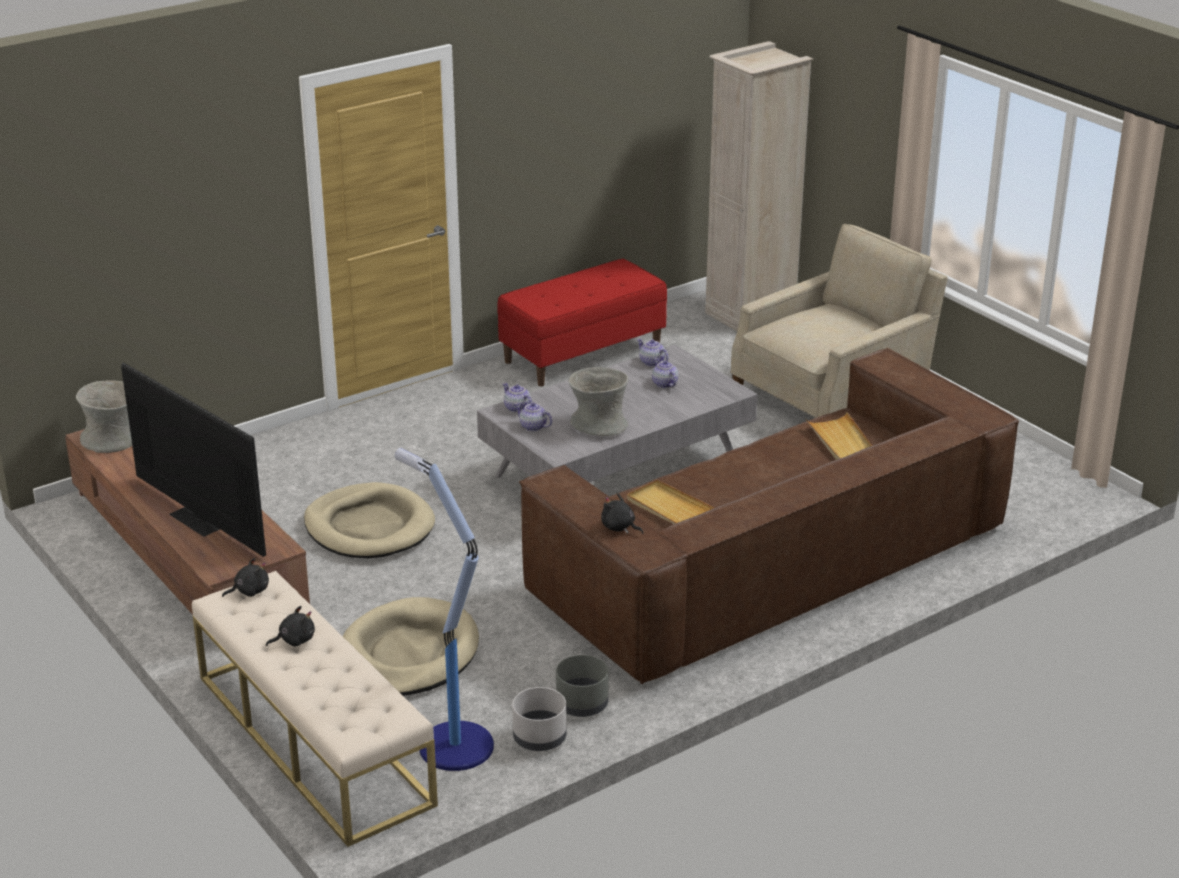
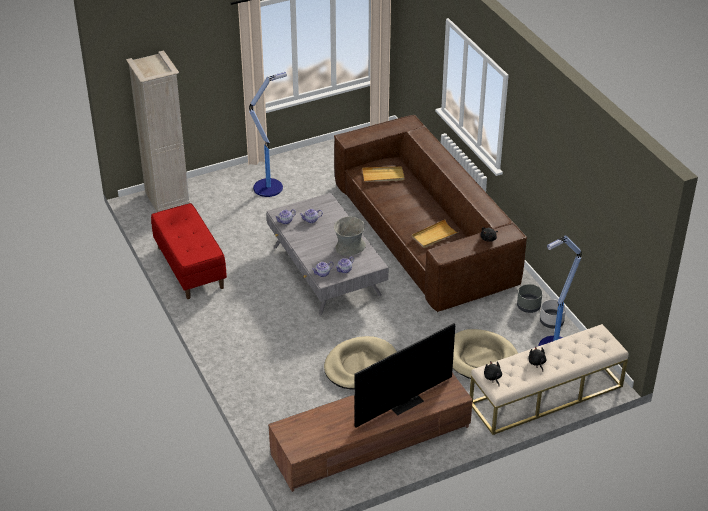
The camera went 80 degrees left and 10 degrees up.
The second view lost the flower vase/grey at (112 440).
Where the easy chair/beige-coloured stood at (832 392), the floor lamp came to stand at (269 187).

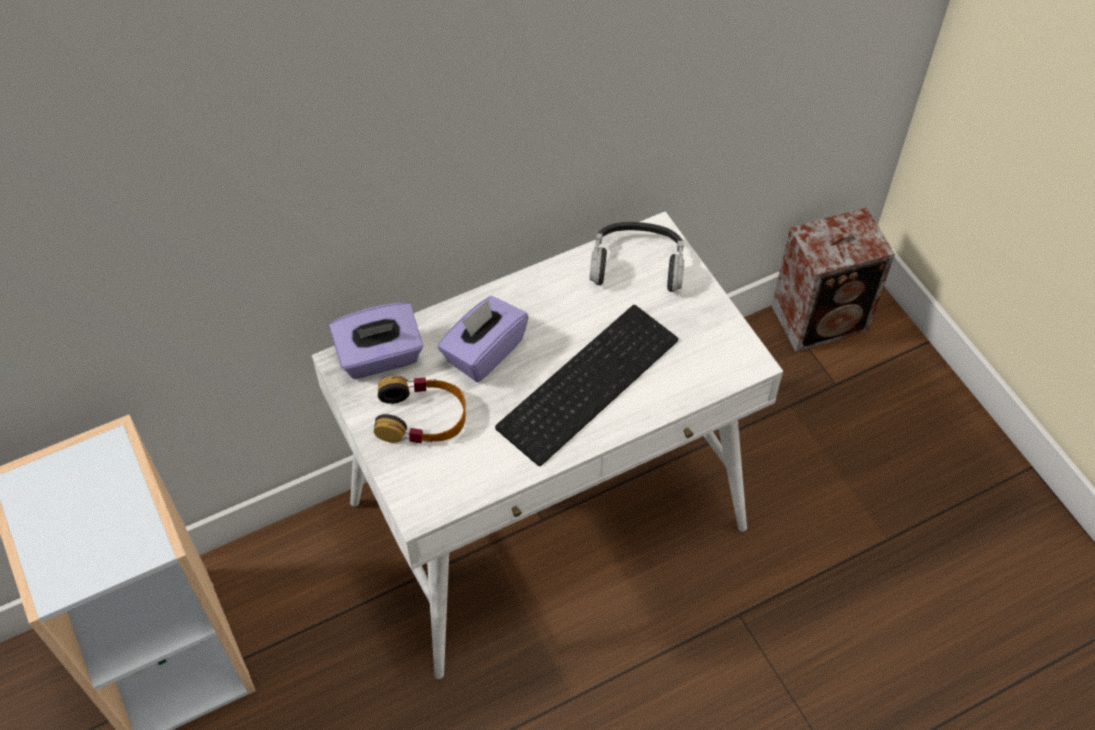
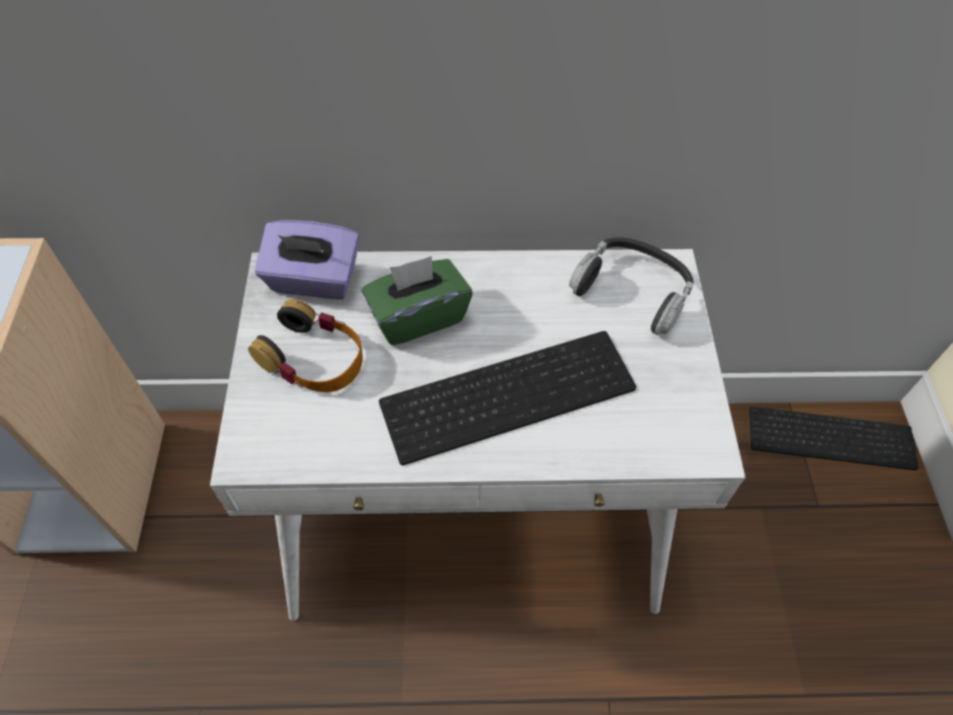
The camera went 25 degrees right and 0 degrees up.
Where the loudspeaker stood at (822 318), the computer keyboard came to stand at (832 436).
What was the tissue box/purplish at (483 352) turned into the tissue box/greenish at (418 317).

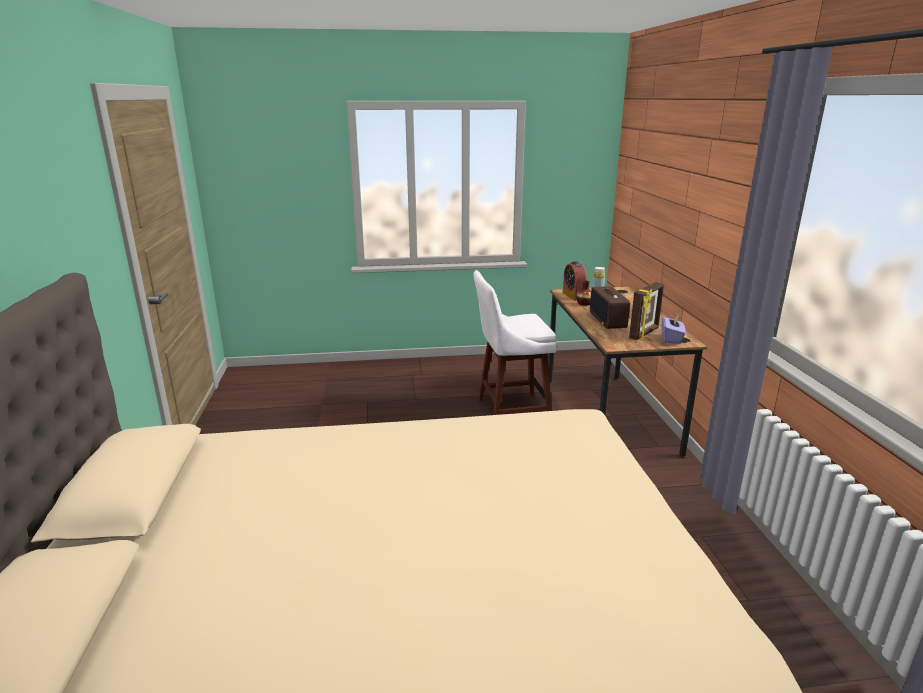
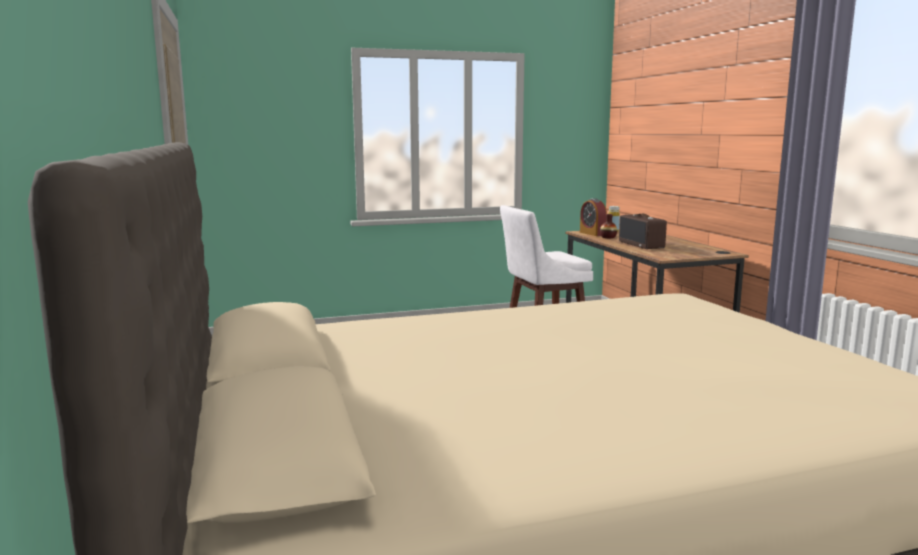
The camera went 10 degrees left and 10 degrees down.
The second view lost the photo frame at (644 333).
The second view lost the tissue box/purplish at (671 339).

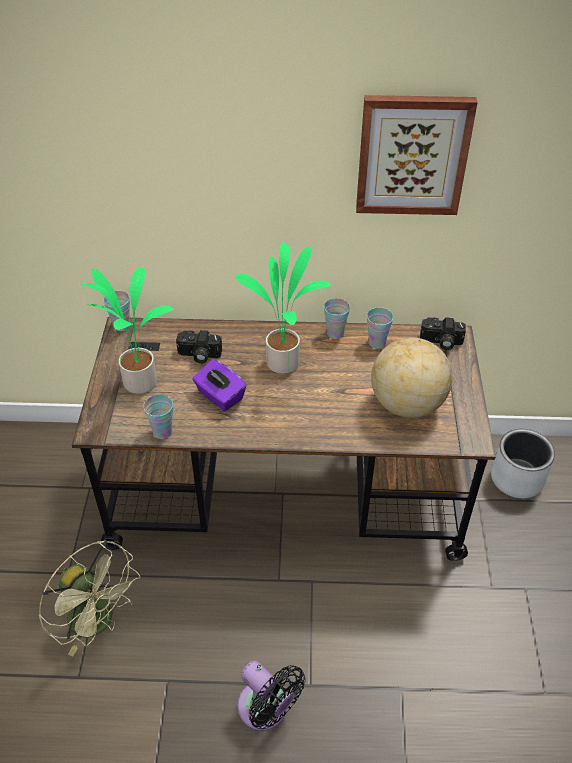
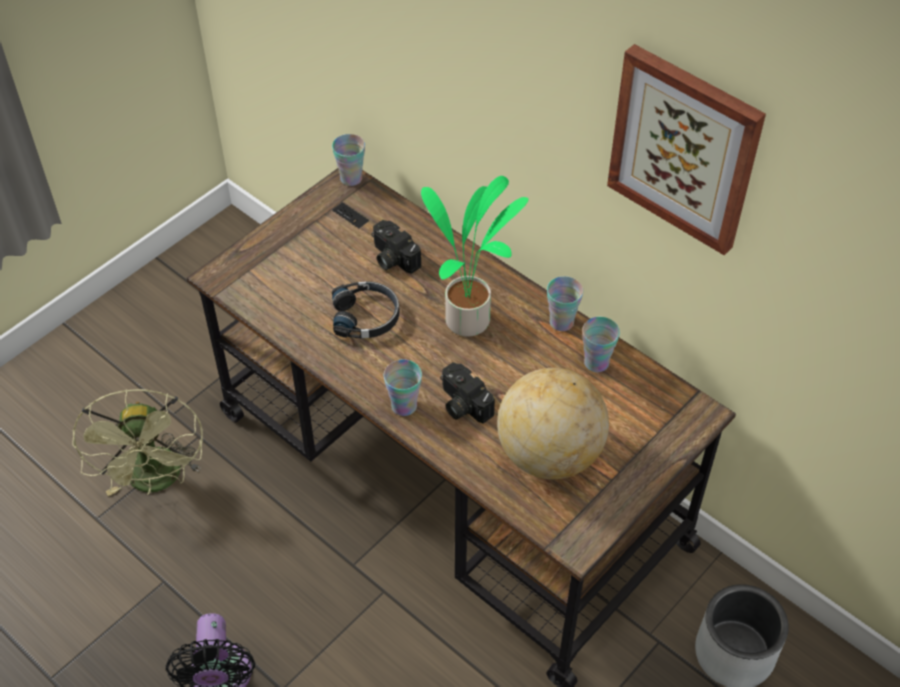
The camera went 40 degrees right and 5 degrees up.
The second view lost the potted plant at (139 381).
The small cup ended up elsewhere, having gone from (162 431) to (404 406).
The still camera ended up elsewhere, having gone from (441 342) to (462 404).
Where the tissue box/purplish stood at (220 396), the pair of headphones/blackish came to stand at (366 316).

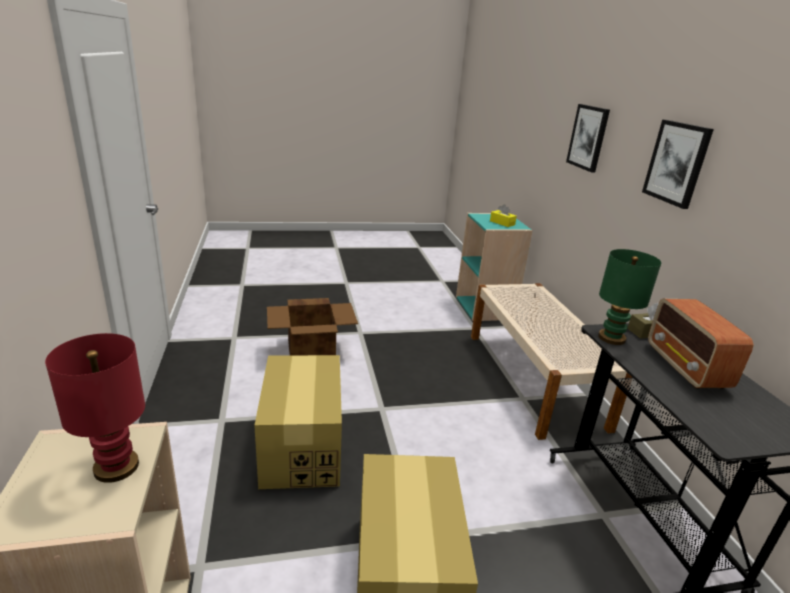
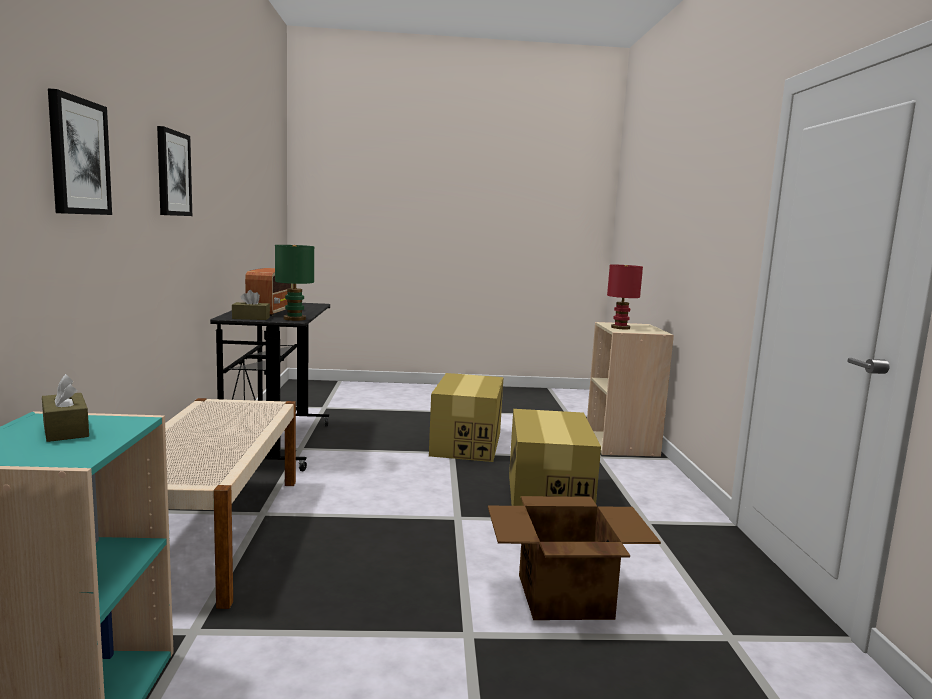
The camera went 170 degrees left and 15 degrees down.
What was the tissue box/yellow at (502 223) turned into the tissue box/brown-coloured at (65 430).

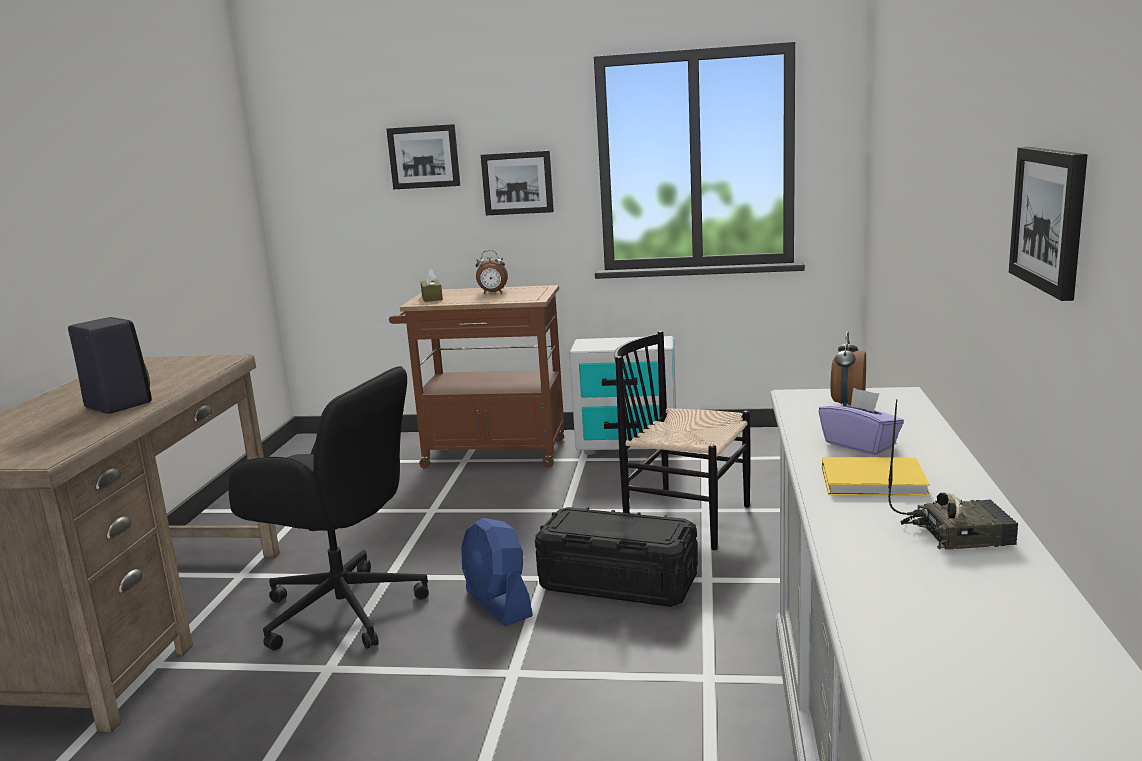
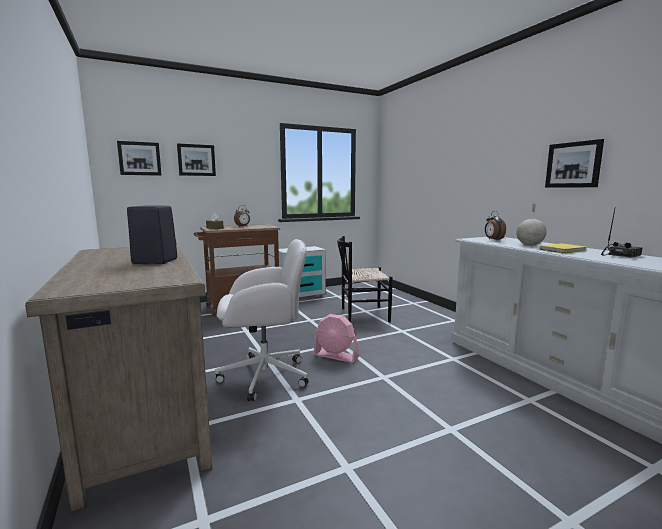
The camera went 35 degrees left and 5 degrees down.
The second view lost the storage bin/blackish at (618 582).
The wall picture ended up elsewhere, having gone from (517 183) to (139 158).
Where the tissue box/purplish stood at (860 445), the desk globe came to stand at (529 245).
What was the office chair/blackish at (342 611) turned into the office chair/whitish at (265 376).
What was the electric fan/blue-coloured at (498 603) turned into the electric fan/pink at (336 356).

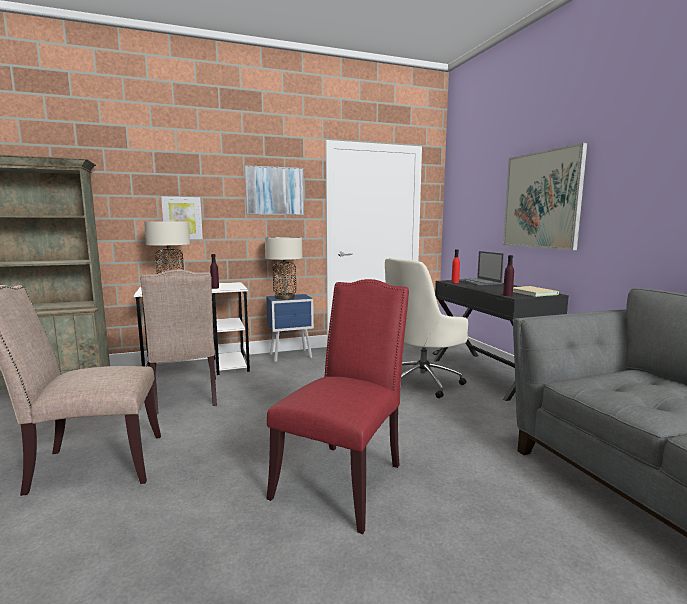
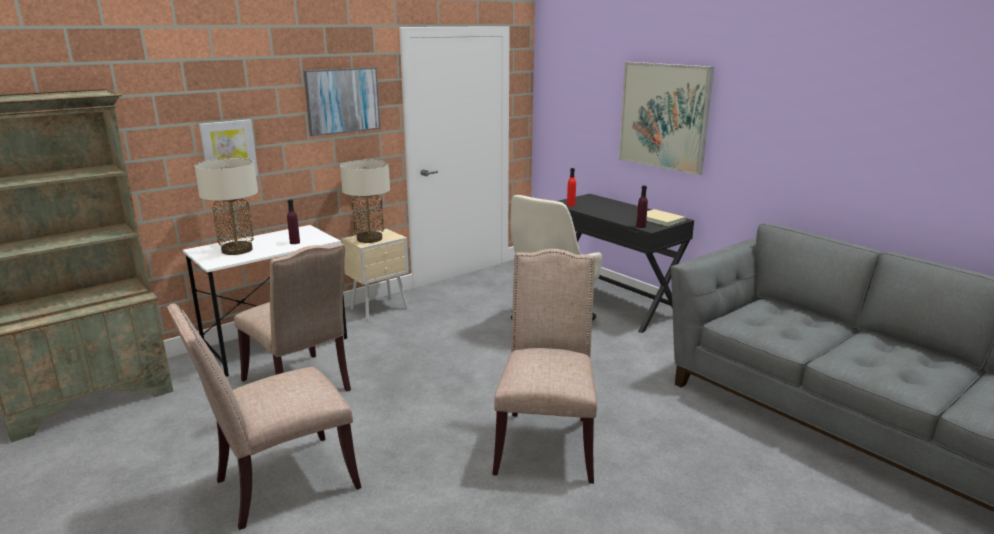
The camera went 20 degrees left and 10 degrees up.
The second view lost the laptop at (478 282).
What was the night table/blue-coloured at (291 356) turned into the night table/beige-coloured at (380 309).
What was the plain chair/reddish at (344 479) turned into the plain chair/beige-coloured at (546 442).

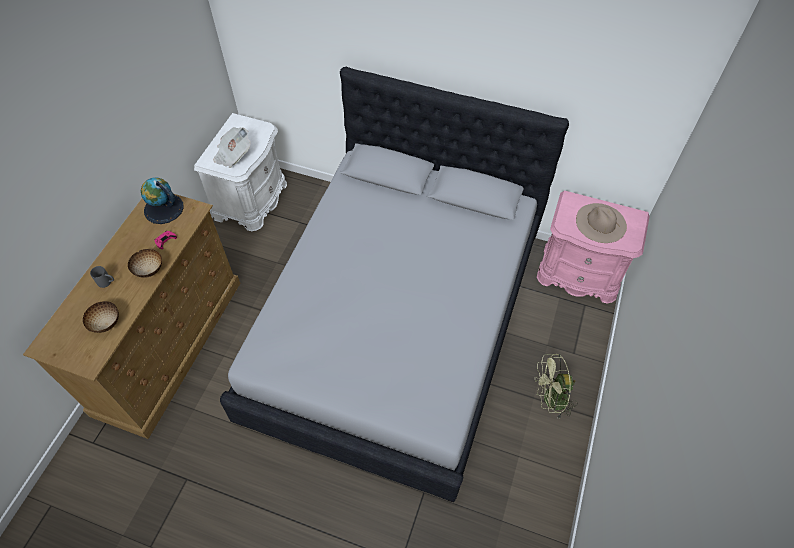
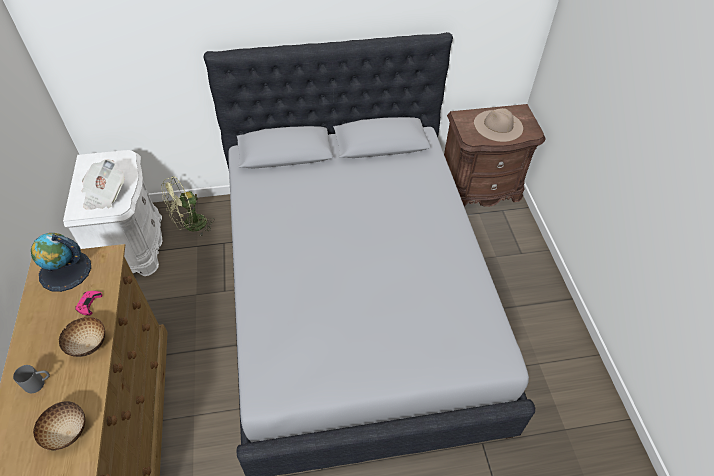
The camera went 30 degrees left and 5 degrees down.
The electric fan/greenish ended up elsewhere, having gone from (550 400) to (190 226).
What was the night table/pink at (579 275) turned into the night table/brown-coloured at (481 188).

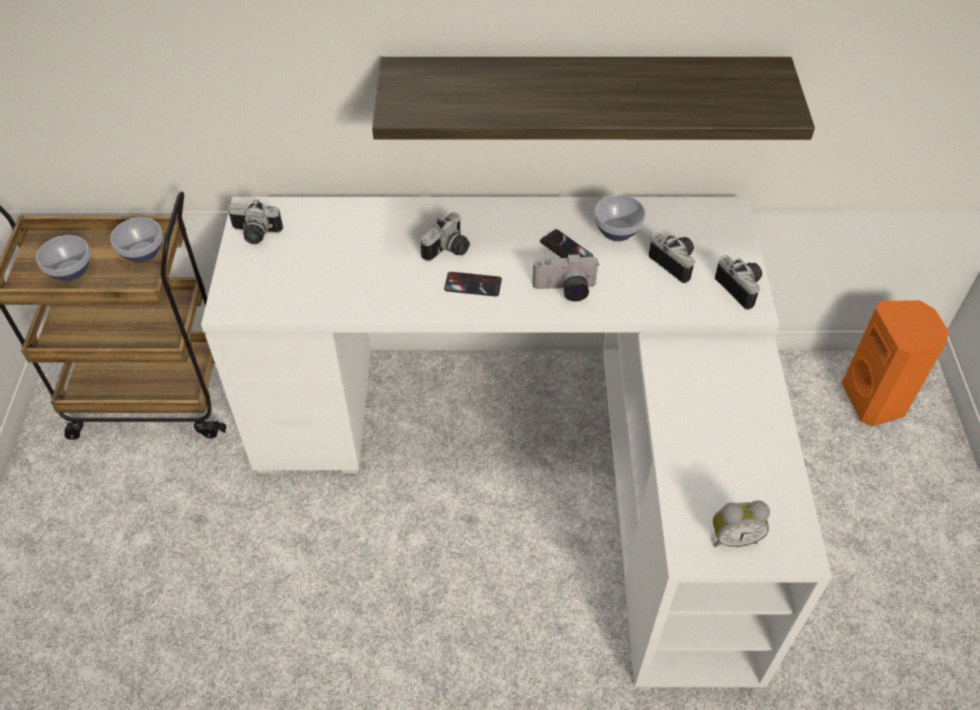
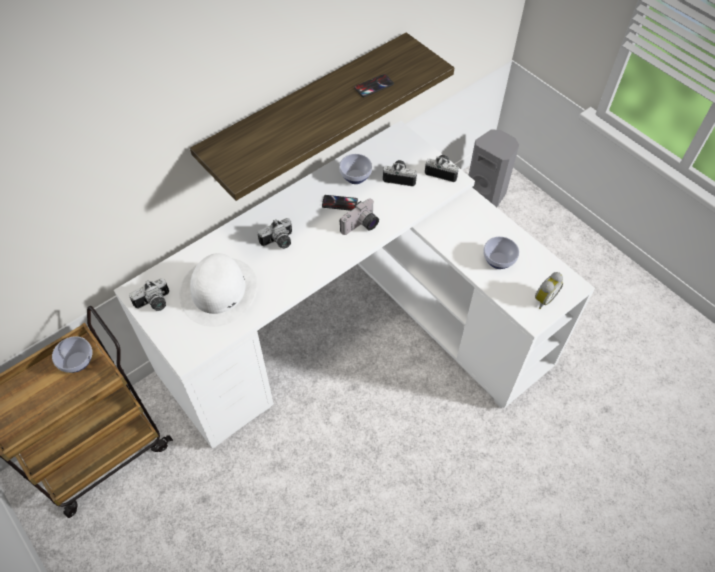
The camera went 40 degrees left and 5 degrees up.
The second view gained the clothing hat/whitish at (219 291).
The bowl ended up elsewhere, having gone from (70 272) to (499 261).
The telephone ended up elsewhere, having gone from (473 284) to (374 86).
What was the loudspeaker/orange-coloured at (875 400) turned into the loudspeaker/grey at (487 193).
The still camera at (449 250) ended up facing another way, 60 degrees clockwise from before.

